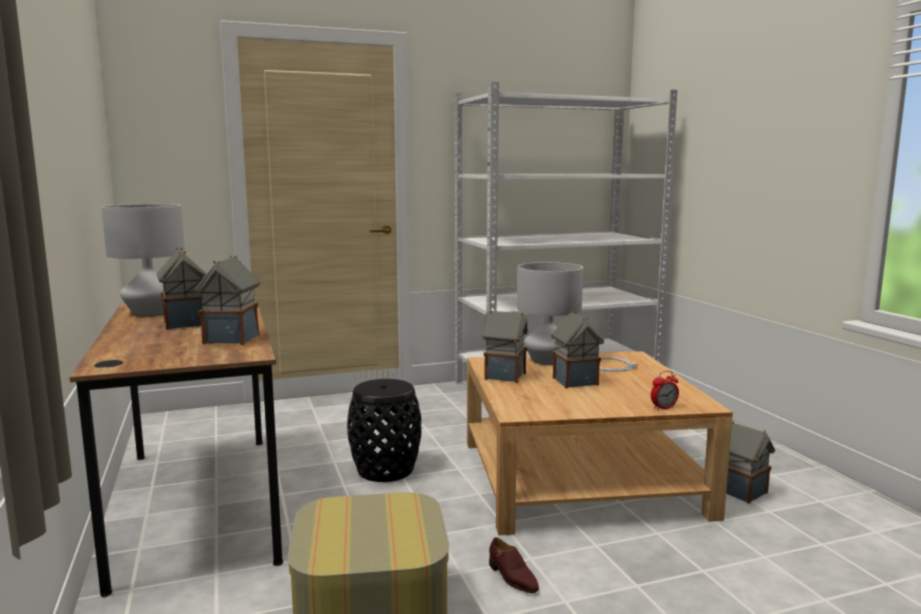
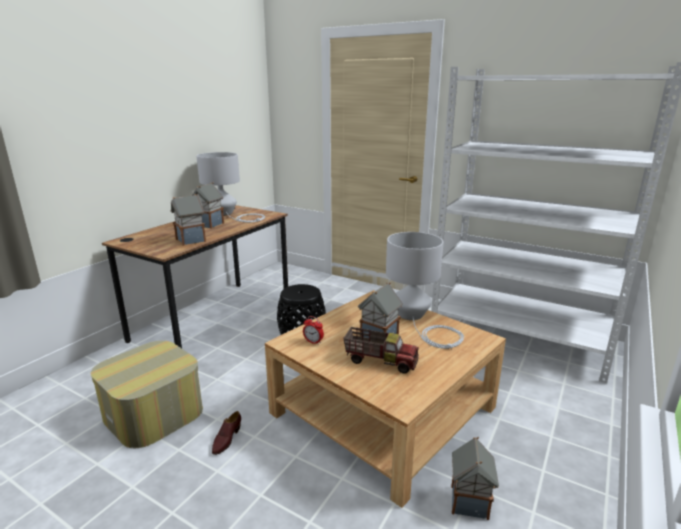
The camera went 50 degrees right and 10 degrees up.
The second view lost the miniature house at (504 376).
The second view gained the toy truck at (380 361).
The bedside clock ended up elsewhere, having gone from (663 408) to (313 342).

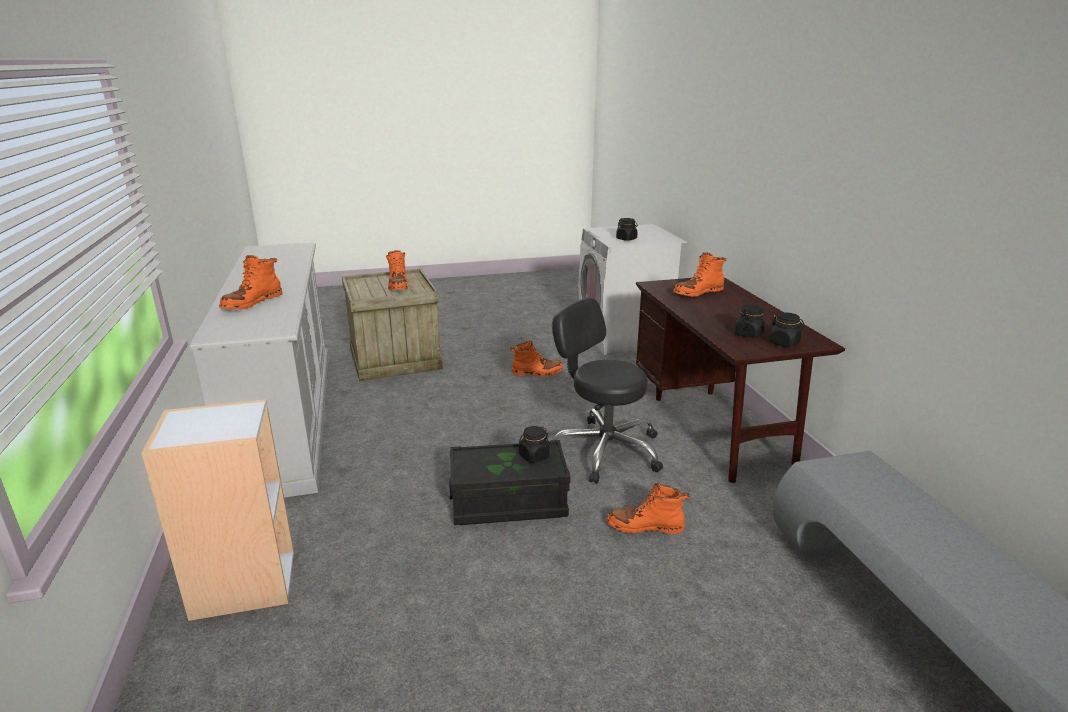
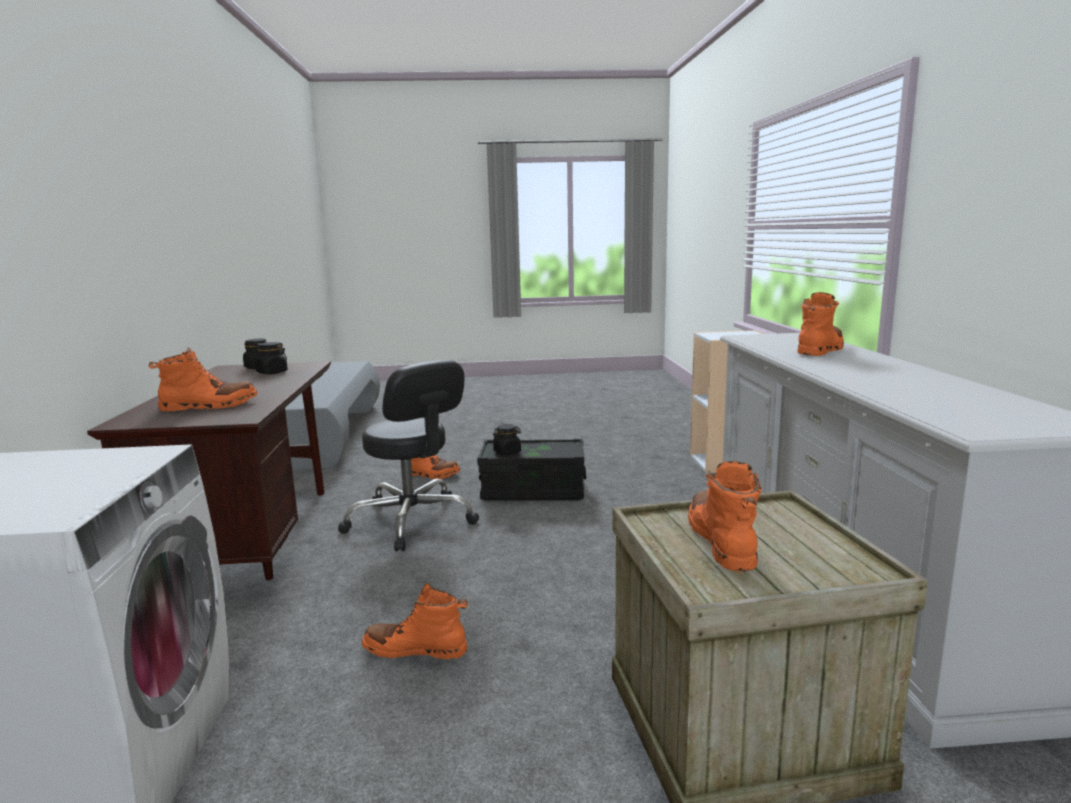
The camera went 170 degrees left and 10 degrees down.
The second view lost the storage jar/blackish at (626 239).

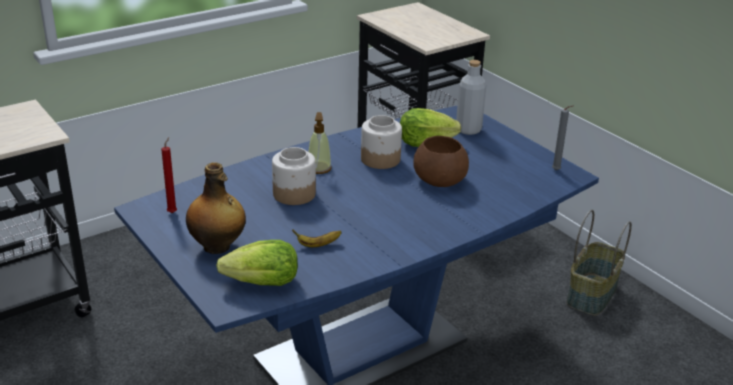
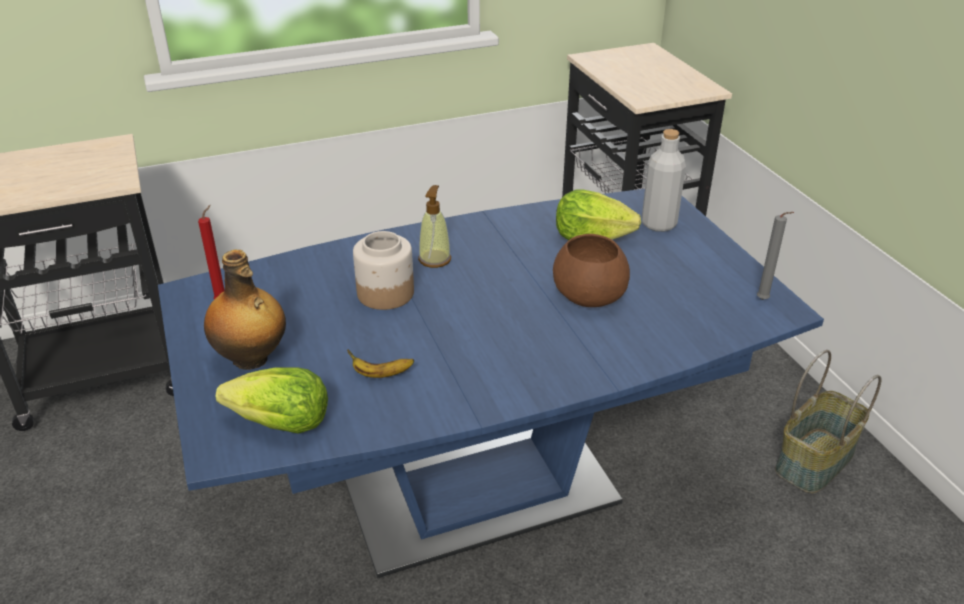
The camera went 15 degrees right and 5 degrees up.
The second view lost the storage jar at (381 159).

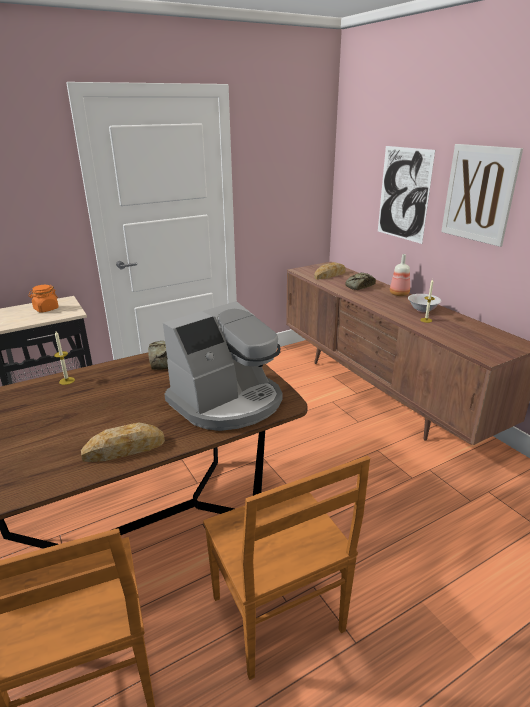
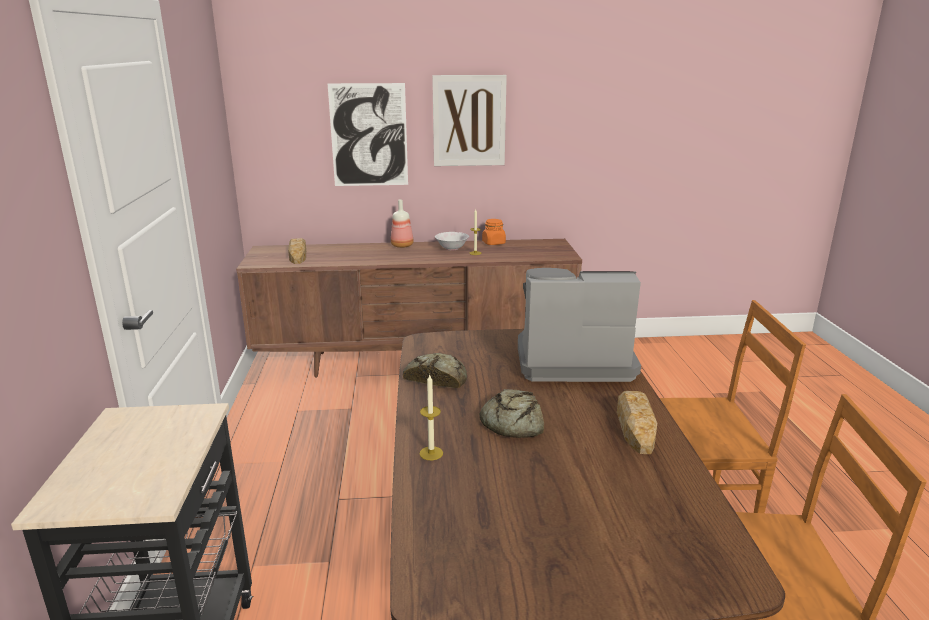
The camera went 65 degrees left and 5 degrees down.
The storage jar/orange-coloured ended up elsewhere, having gone from (46 309) to (493 243).
The bread ended up elsewhere, having gone from (359 286) to (512 422).
The coffee brewer at (228 402) ended up facing another way, 75 degrees counterclockwise from before.

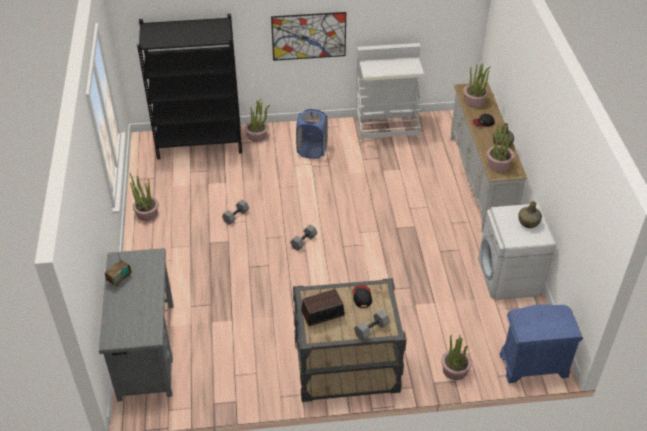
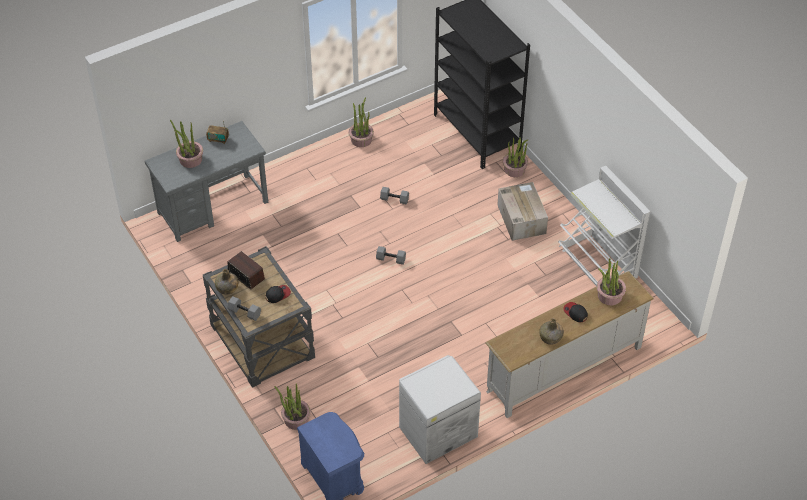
The camera went 65 degrees right and 5 degrees up.
The second view lost the wall picture at (309 36).
The potted plant ended up elsewhere, having gone from (498 164) to (190 159).
The drink bottle/greenish ended up elsewhere, having gone from (528 222) to (227 288).
Where the washing basket/blue-coloured stood at (312 150), the packing box came to stand at (521 218).

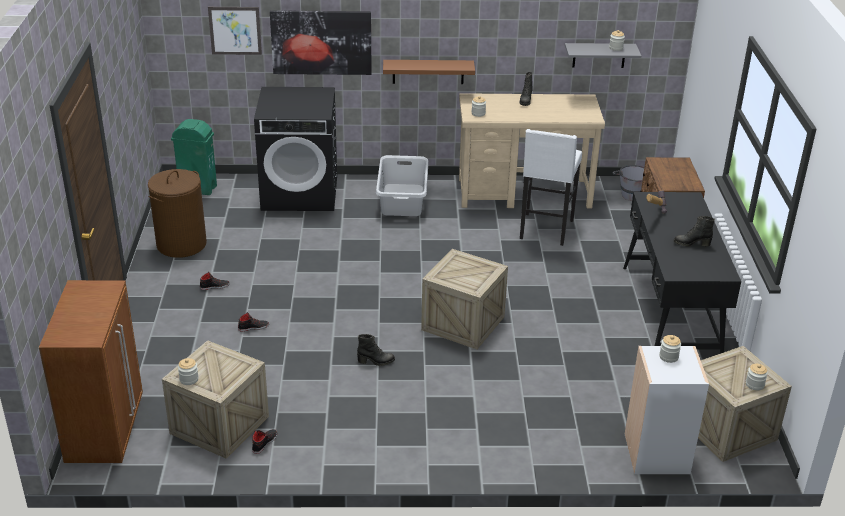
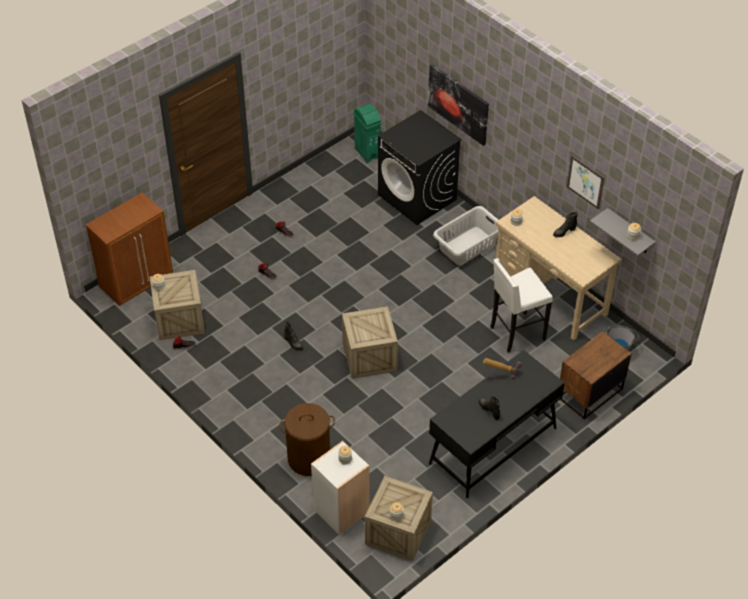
The camera went 50 degrees right and 15 degrees up.
The second view lost the bracket shelf/brown-coloured at (428 71).
The washing basket/brown-coloured ended up elsewhere, having gone from (181 244) to (309 458).
The wall picture ended up elsewhere, having gone from (235 30) to (585 182).

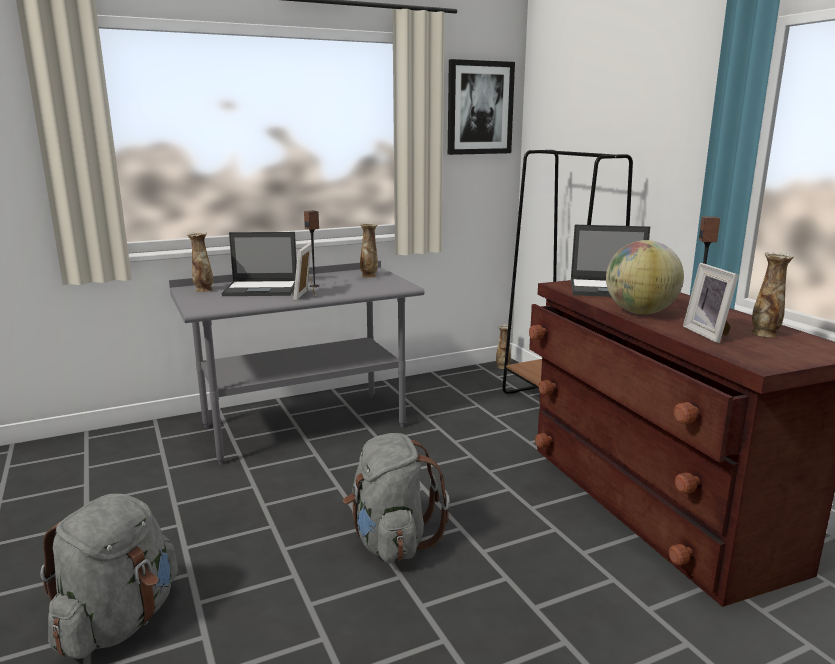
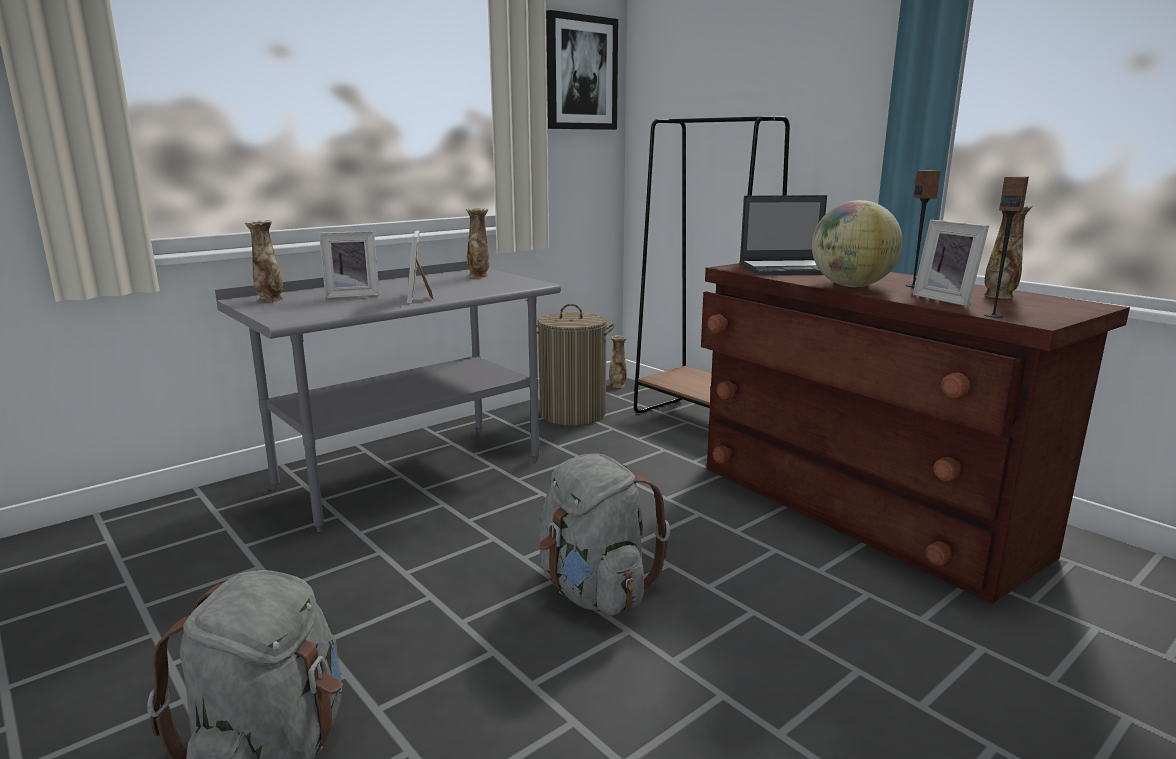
The camera went 15 degrees left and 0 degrees up.
The second view gained the washing basket at (573 414).
The loudspeaker ended up elsewhere, having gone from (314 286) to (993 315).
Where the laptop stood at (262 289), the photo frame came to stand at (352 295).

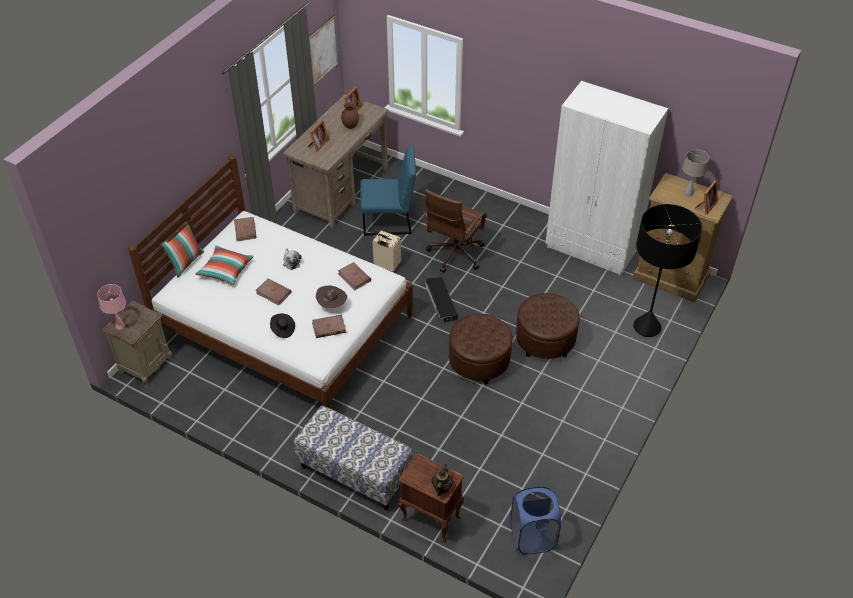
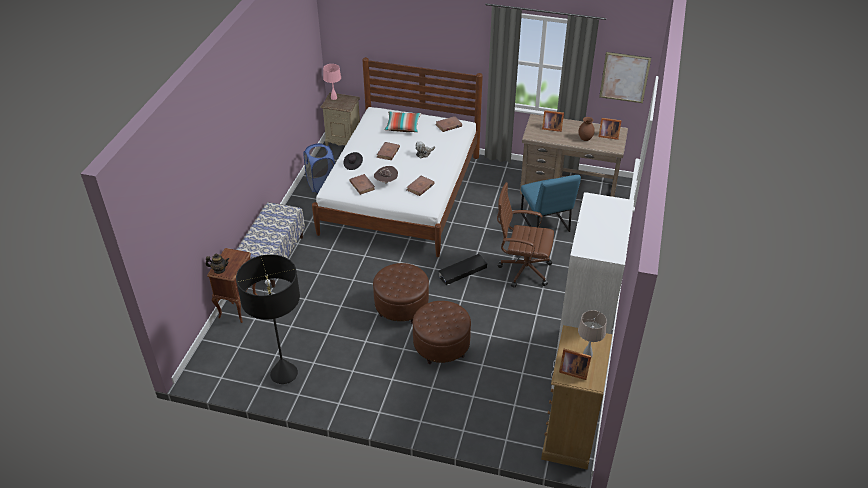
The camera went 75 degrees right and 5 degrees down.
The second view lost the cushion at (185 262).
The second view lost the travel case/beige-coloured at (386 266).
The washing basket/blue-coloured ended up elsewhere, having gone from (532 537) to (321 185).
The floor lamp/blackish ended up elsewhere, having gone from (646 329) to (284 375).

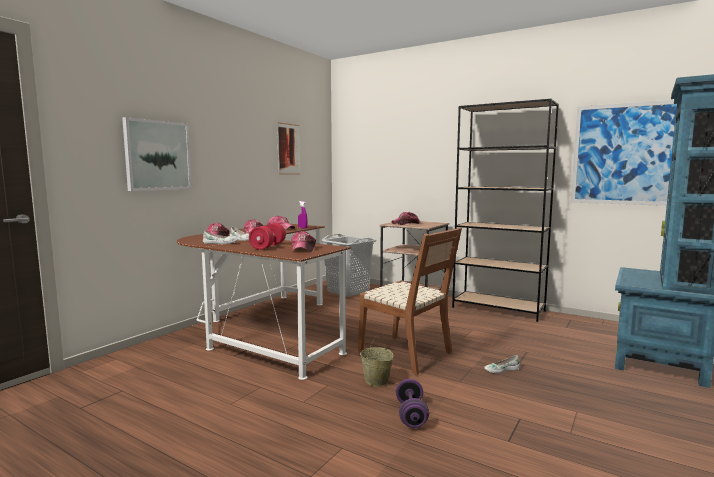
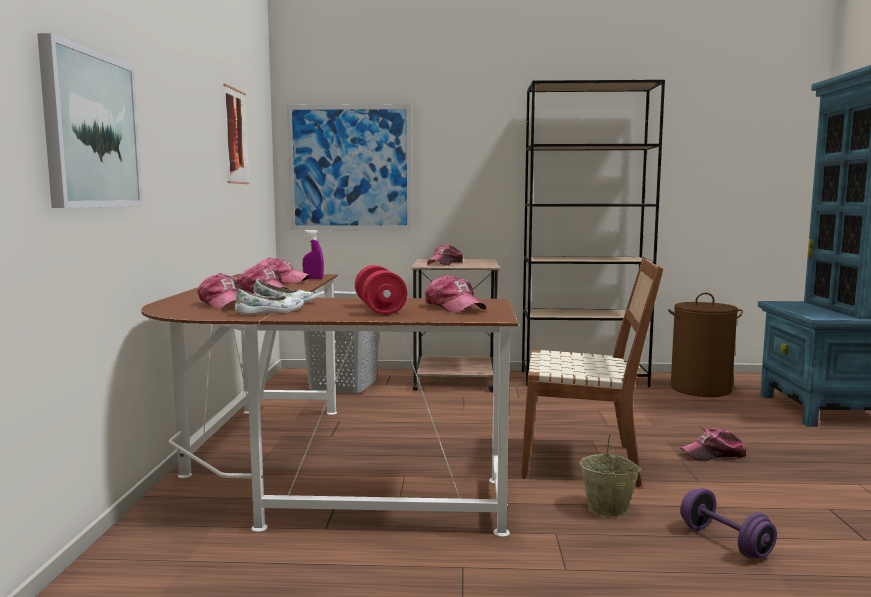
The camera went 30 degrees left and 0 degrees up.
The second view gained the washing basket/brown-coloured at (701 389).
The wall picture ended up elsewhere, having gone from (629 154) to (350 168).
Where the item of footwear/whitish stood at (501 369), the peaked cap came to stand at (714 454).

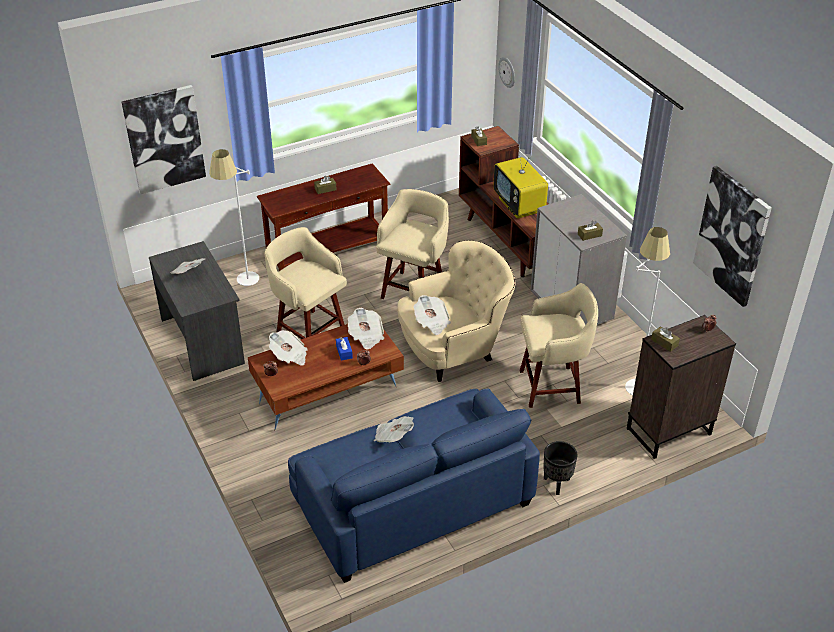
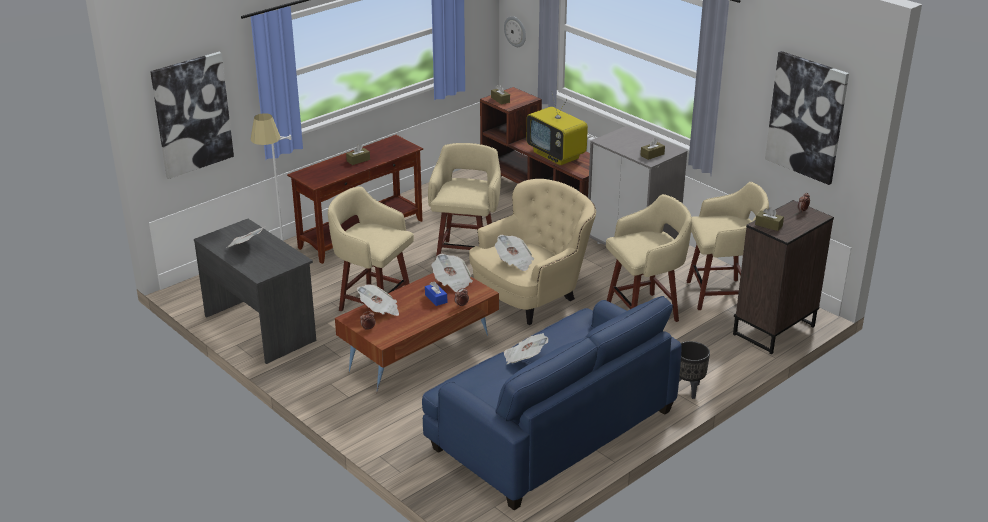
The camera went 15 degrees left and 10 degrees down.
Where the floor lamp/whitish stood at (634 379), the stool/beige-coloured came to stand at (720 294).

